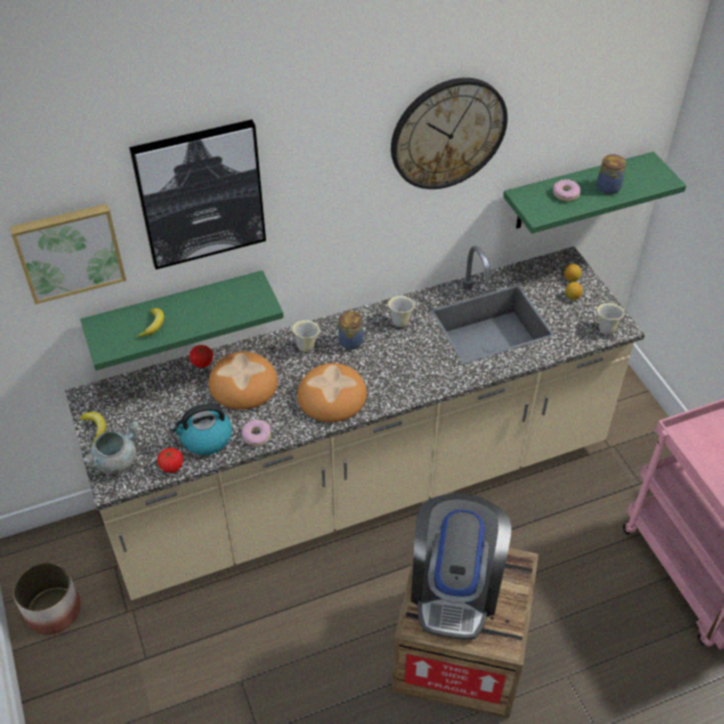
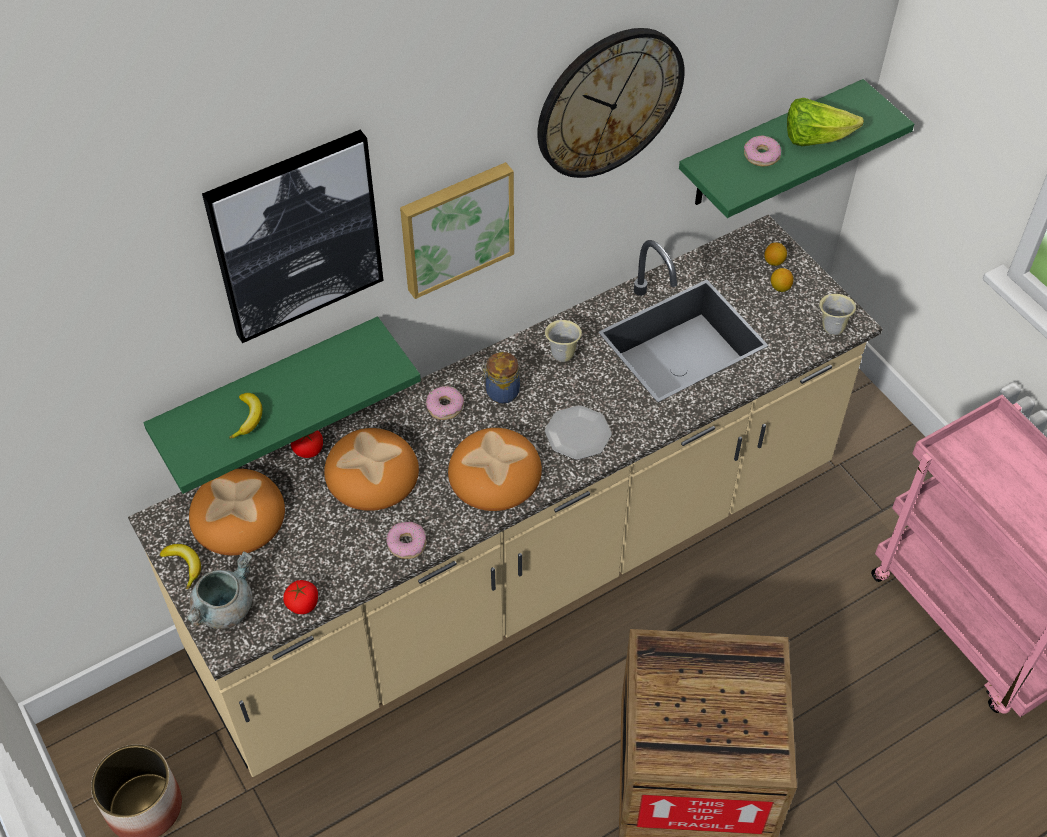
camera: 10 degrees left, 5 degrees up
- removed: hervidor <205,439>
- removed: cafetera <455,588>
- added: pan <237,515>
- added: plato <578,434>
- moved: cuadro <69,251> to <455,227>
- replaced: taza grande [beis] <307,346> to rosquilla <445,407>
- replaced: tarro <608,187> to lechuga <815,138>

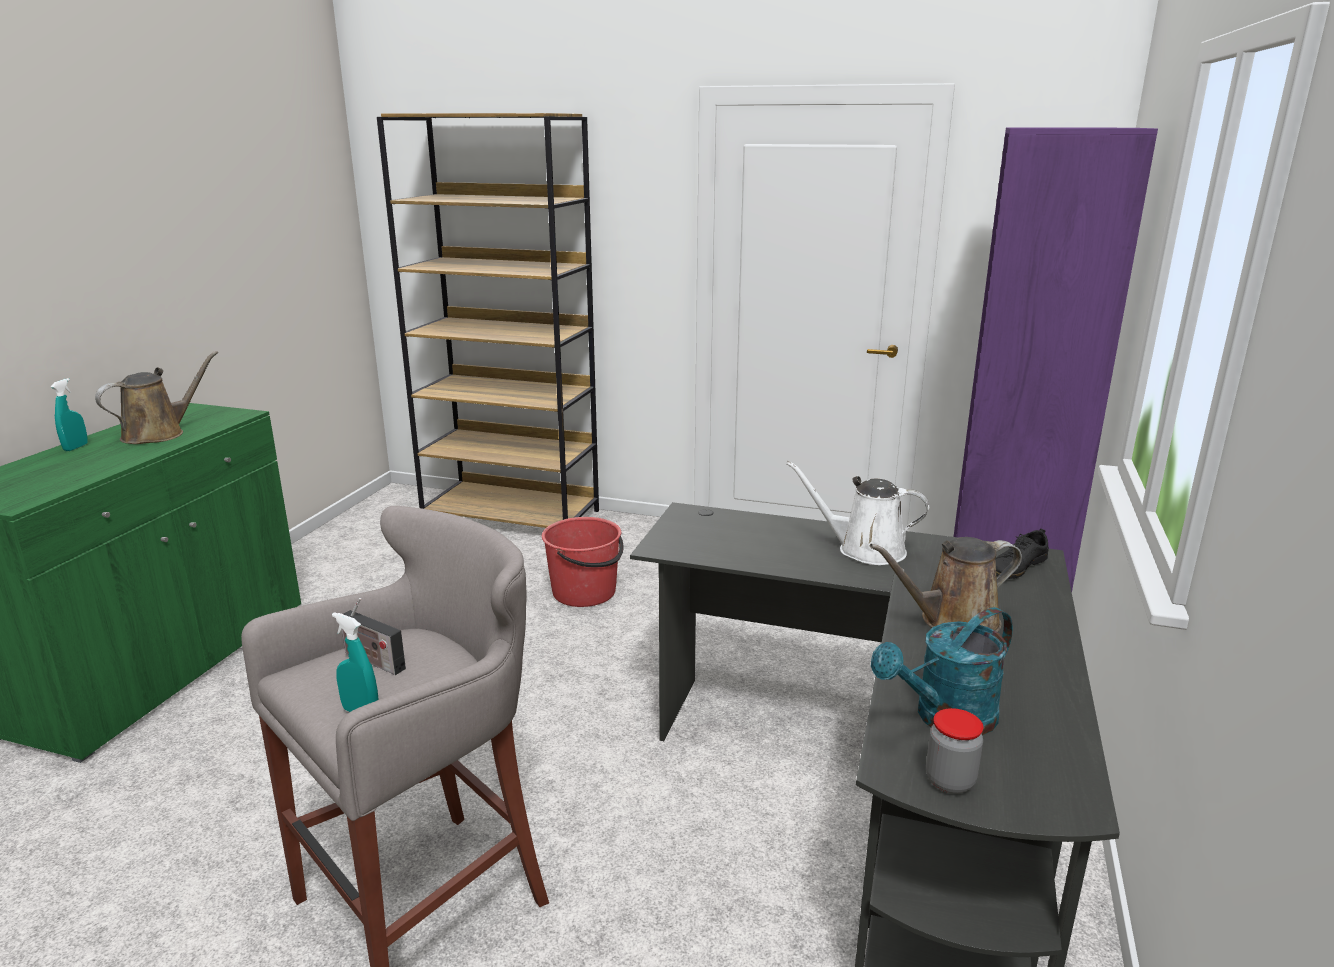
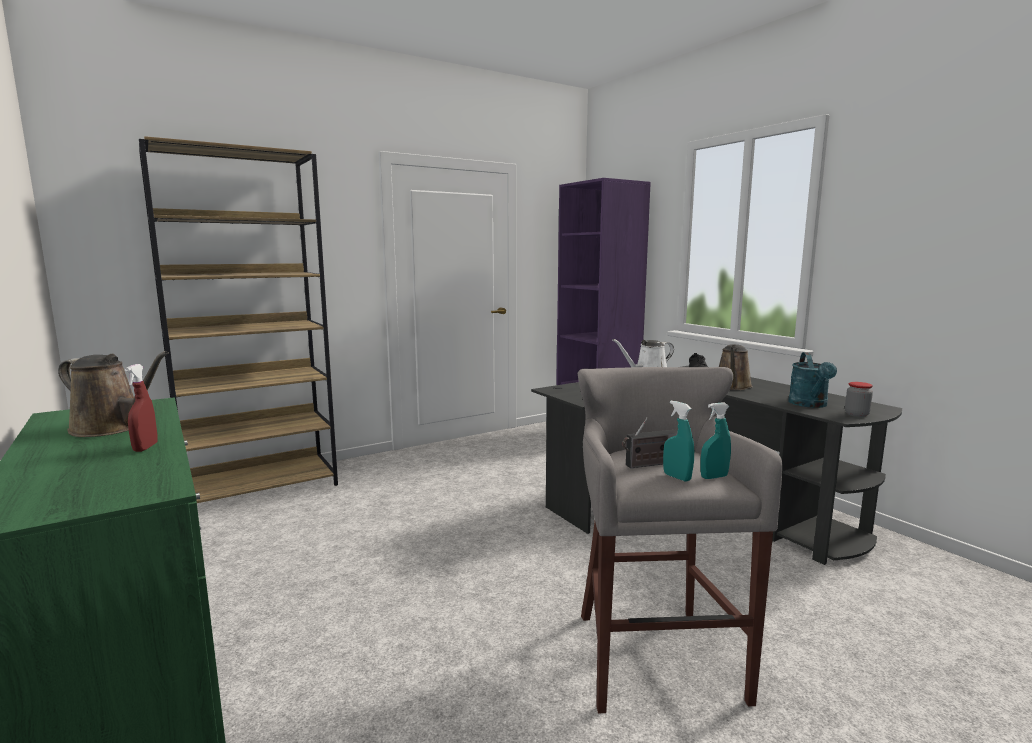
camera: 50 degrees left, 10 degrees down
- removed: cubo [rojo] <585,592>
- added: pulverizador [rojo] <145,448>
- moved: pulverizador [turquesa] <76,447> to <677,477>
- turned: regadera [marrón] <159,434> = <113,428> 120 degrees clockwise

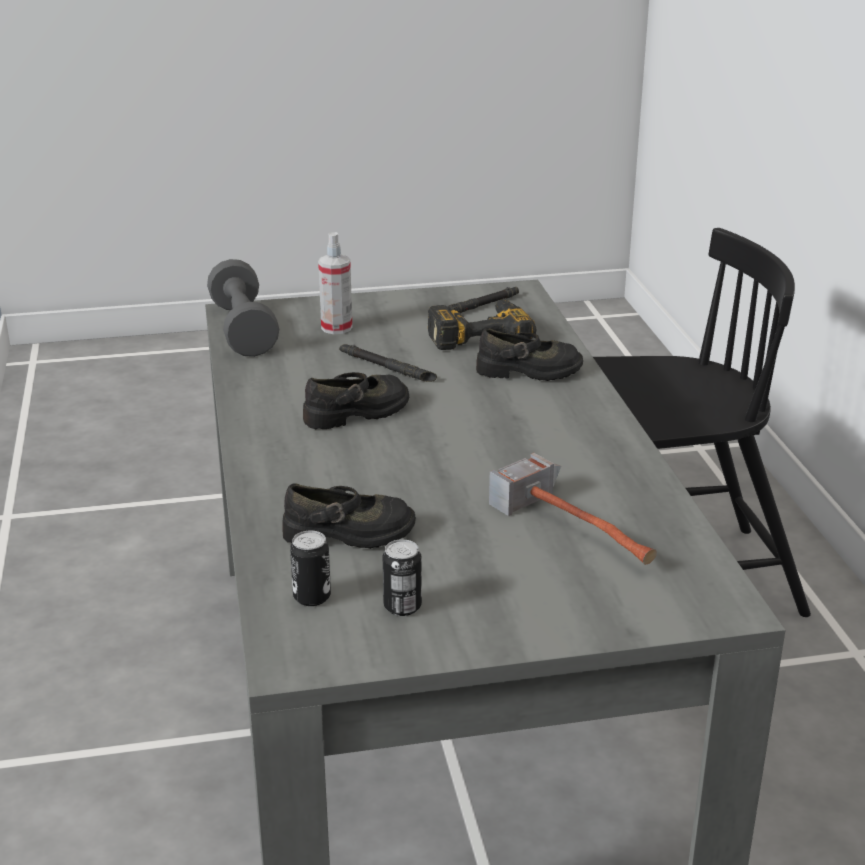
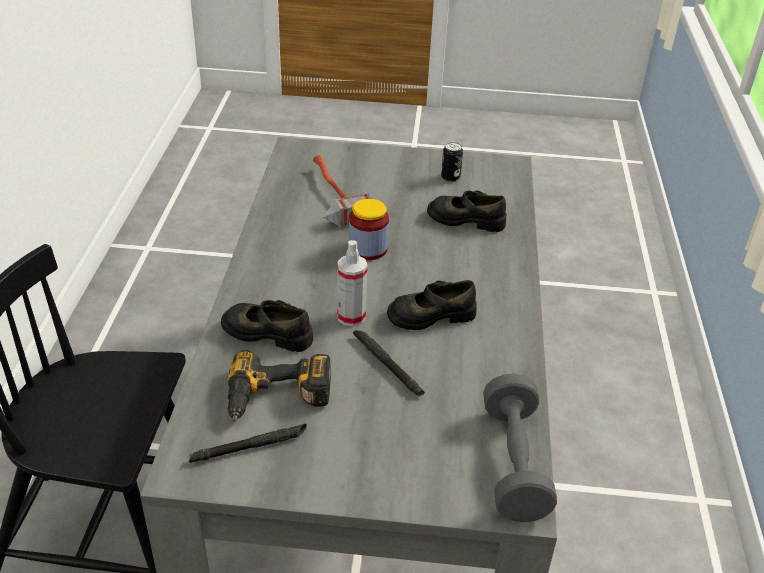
camera: 165 degrees left, 10 degrees up
- removed: lata <312,597>
- added: tarro <368,249>
- moved: pulverizador <336,328> to <351,316>

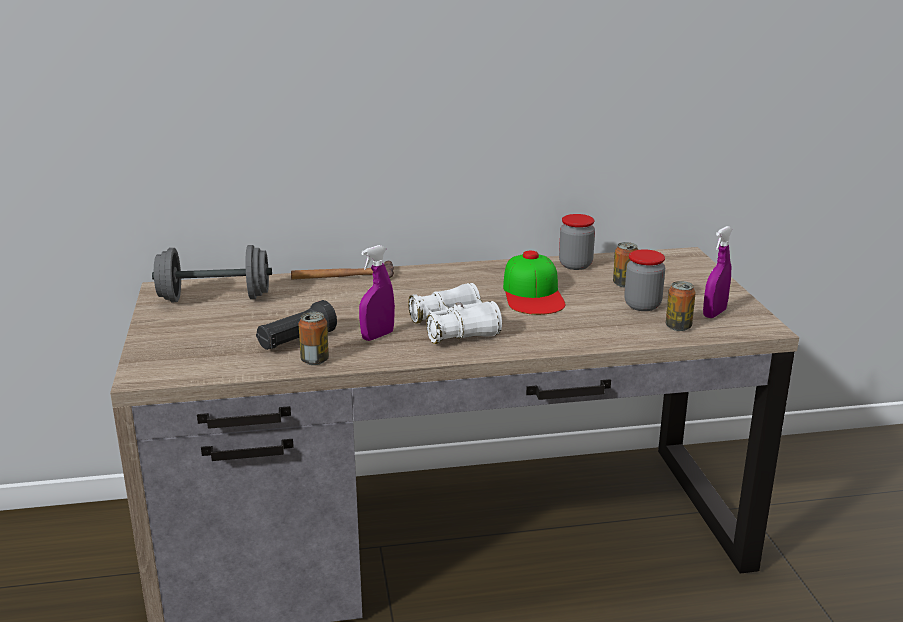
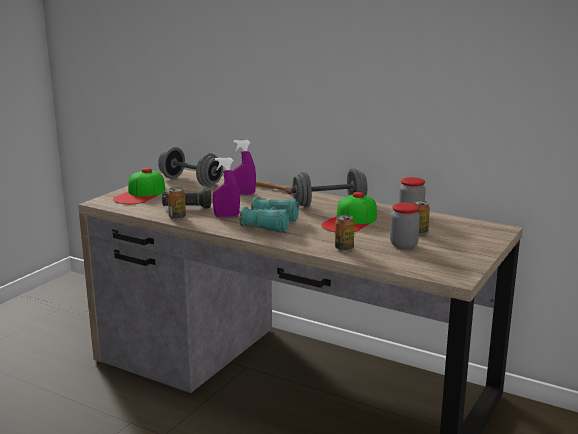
camera: 40 degrees right, 5 degrees down
- added: gorra <140,194>
- added: mancuerna [gris] <329,204>
- moved: lata <678,327> to <344,248>
- moved: pulverizador [morado] <714,313> to <244,194>
- recoloured: prismáticos [blanco] <454,329> to prismáticos [turquesa] <270,224>

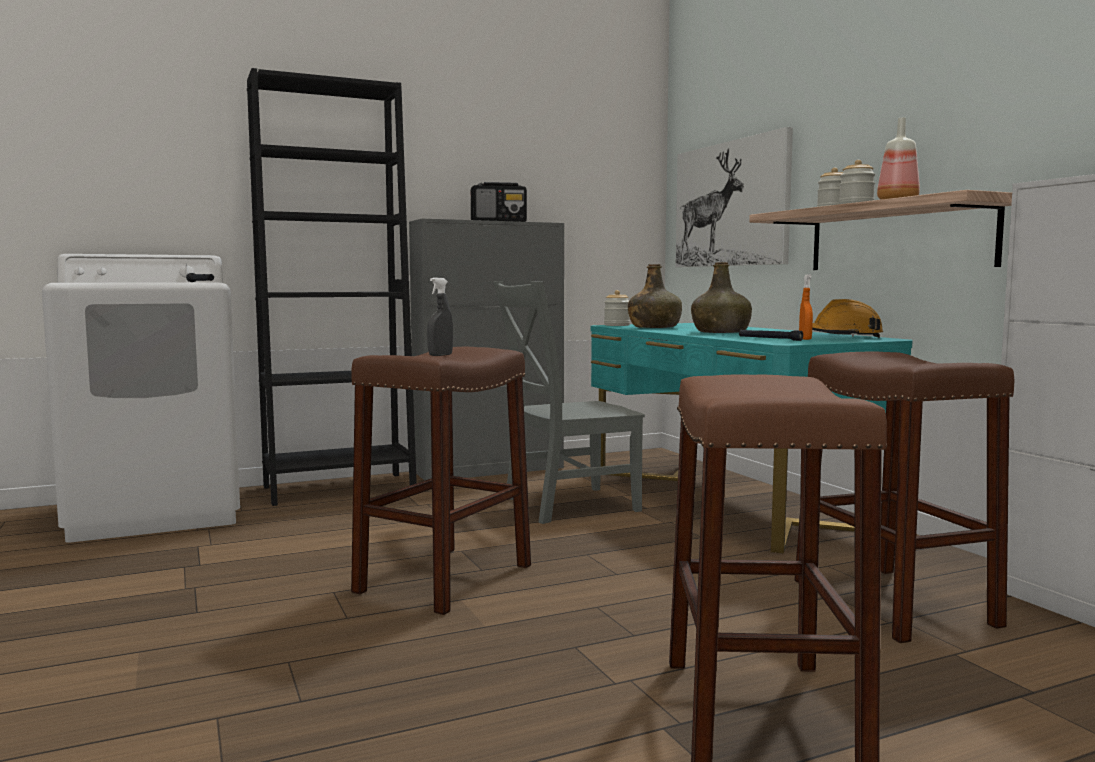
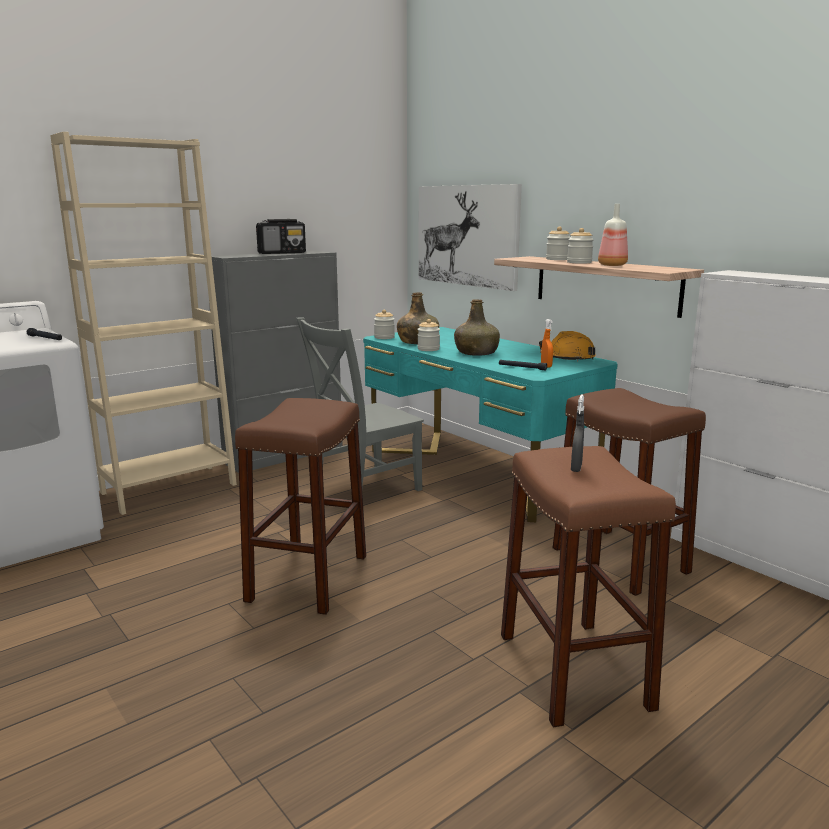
camera: 15 degrees left, 10 degrees up
- added: tarro <428,349>
- moved: pulverizador [gris] <440,355> to <576,468>
- recoloured: estantería [negro] <339,488> to estantería [beis] <169,488>

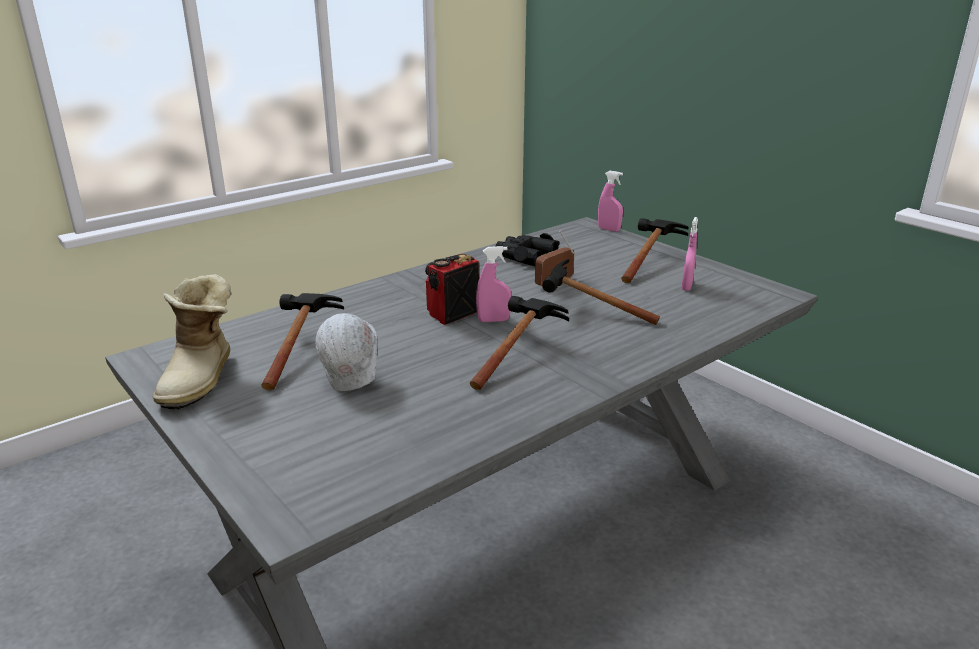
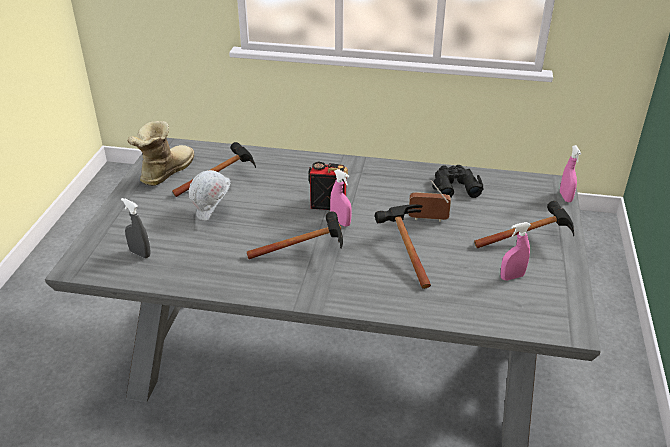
camera: 50 degrees right, 10 degrees up
- added: pulverizador [gris] <140,253>
- turned: bota <202,378> = <164,172> 150 degrees clockwise

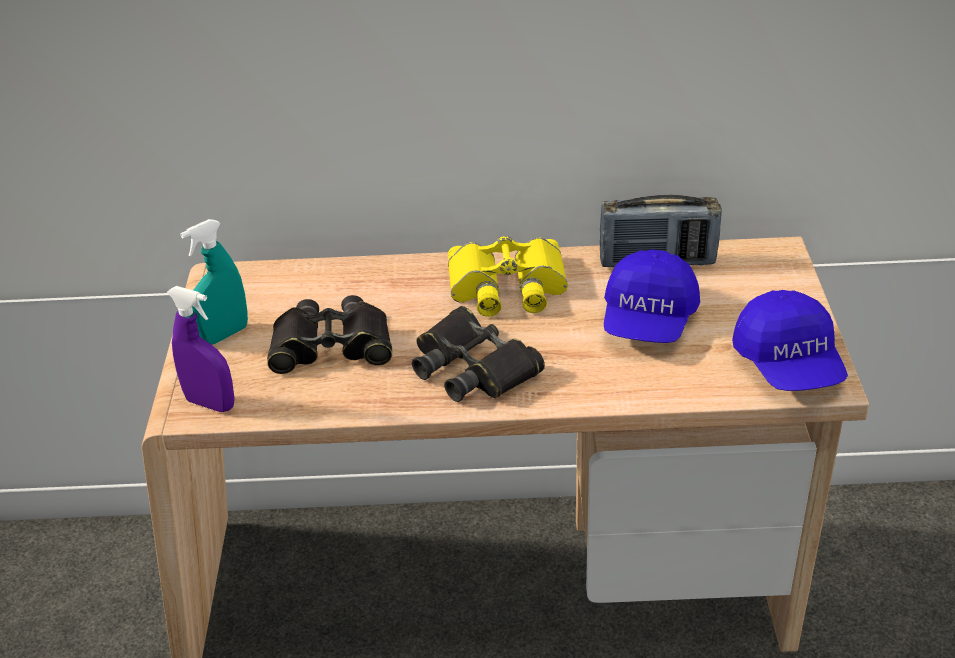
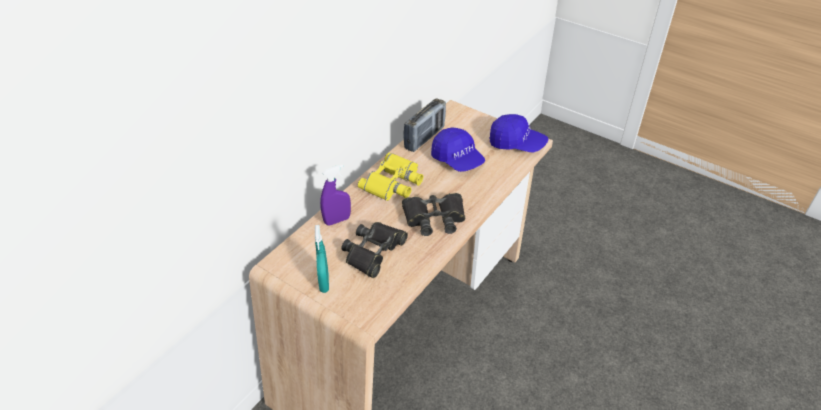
camera: 55 degrees left, 5 degrees up
- moved: pulverizador [morado] <210,403> to <337,220>

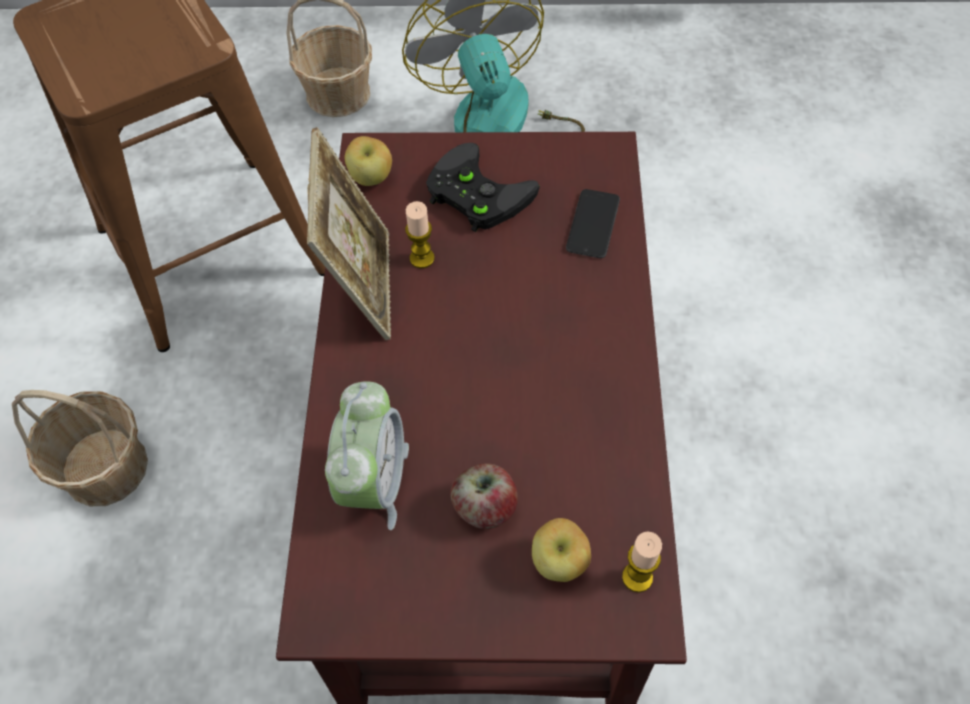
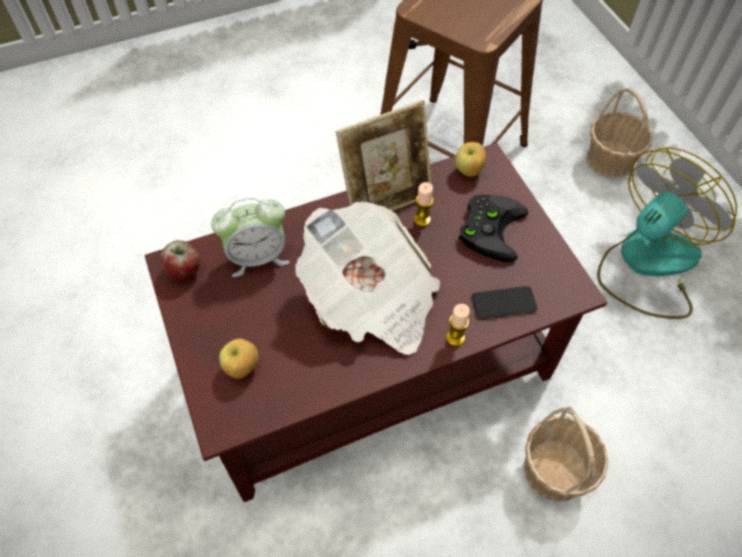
camera: 65 degrees right, 0 degrees up
- added: periódico <371,299>
- moved: cesta <105,467> to <555,469>
- moved: manzana <485,508> to <184,270>
- moved: vela <637,577> to <455,337>

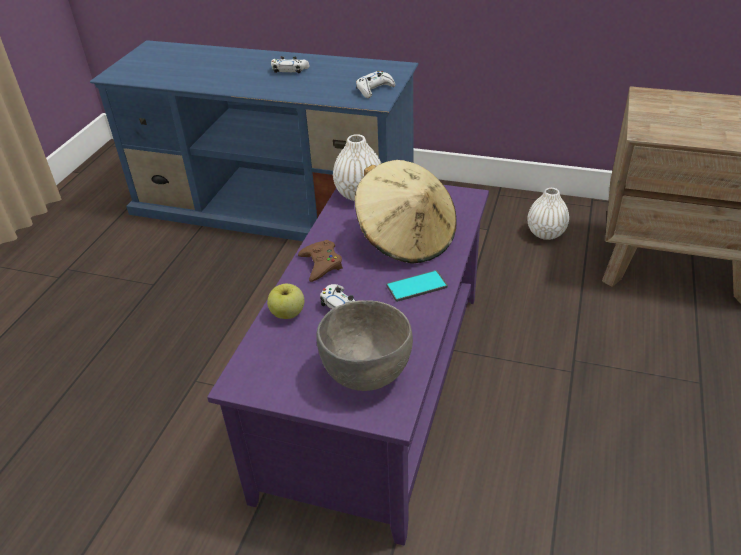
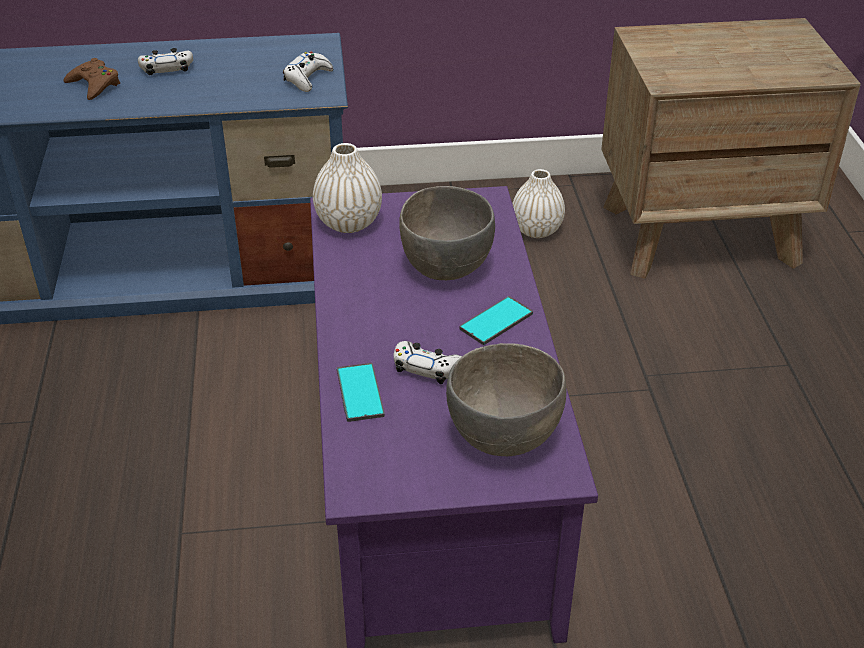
camera: 25 degrees left, 0 degrees up
- moved: mando de consola [marrón] <321,264> to <94,85>
- replaced: manzana <288,314> to móvil <360,393>
- replaced: sombrero [beis] <406,238> to cuenco [gris] <446,266>

